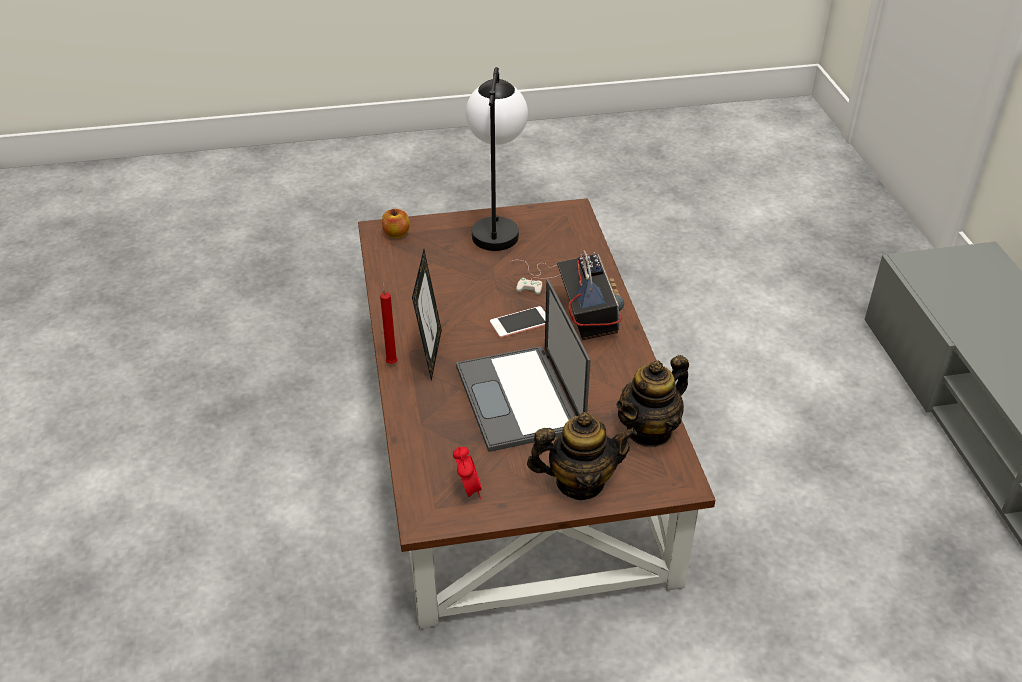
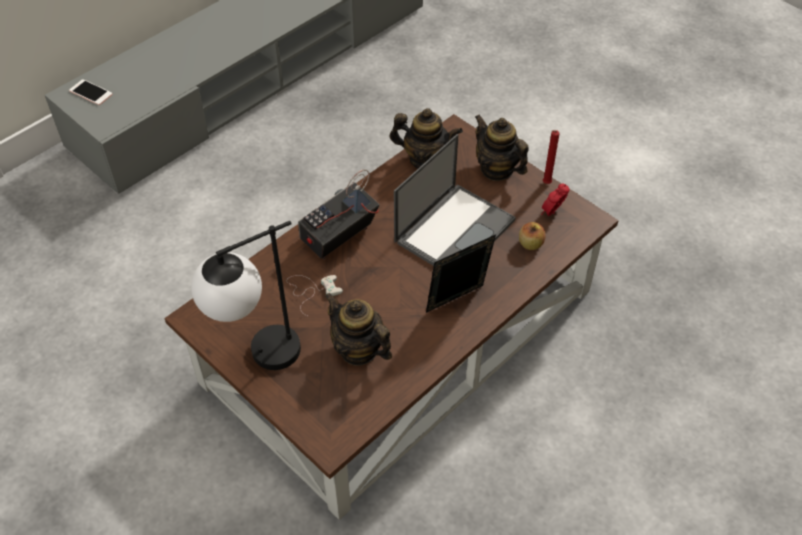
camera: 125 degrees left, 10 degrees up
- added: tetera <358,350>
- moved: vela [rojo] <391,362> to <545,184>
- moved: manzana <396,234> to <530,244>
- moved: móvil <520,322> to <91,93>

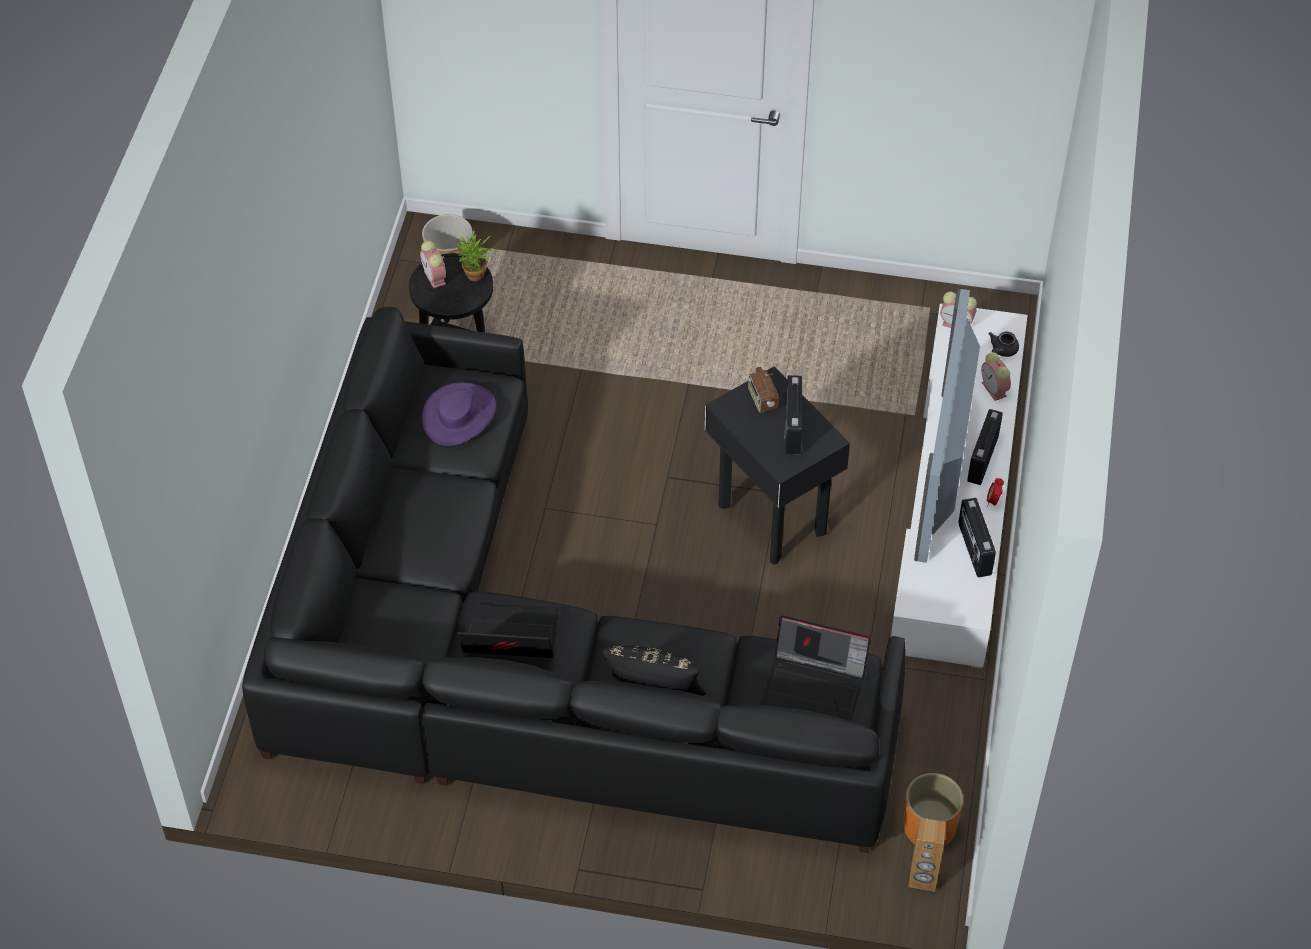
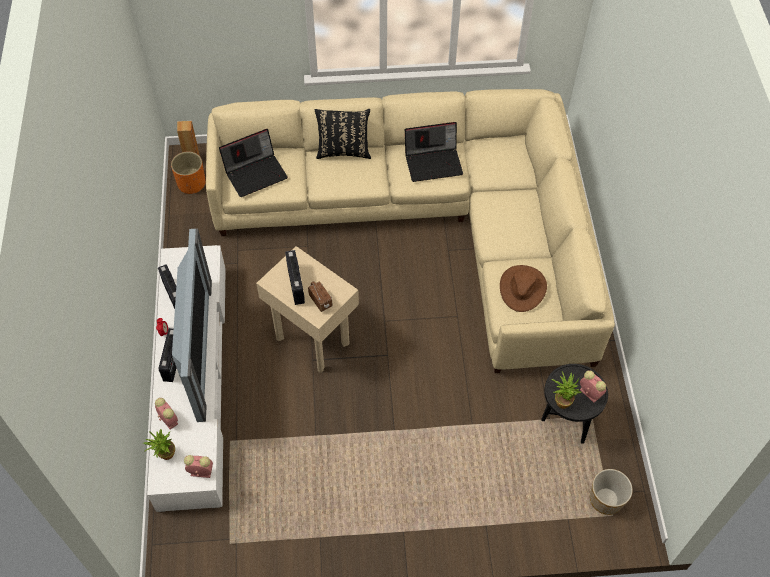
camera: 165 degrees right, 5 degrees up
- replaced: tetera [gris] <1002,351> to planta en maceta <164,455>
- recoloured: sofá [negro] <526,659> to sofá [beis] <432,223>
- recoloured: sombrero [morado] <459,415> to sombrero [marrón] <522,288>
- recoloured: mesa auxiliar [negro] <771,519> to mesa auxiliar [beis] <313,340>
- turned: portátil <815,687> = <256,173> 150 degrees clockwise

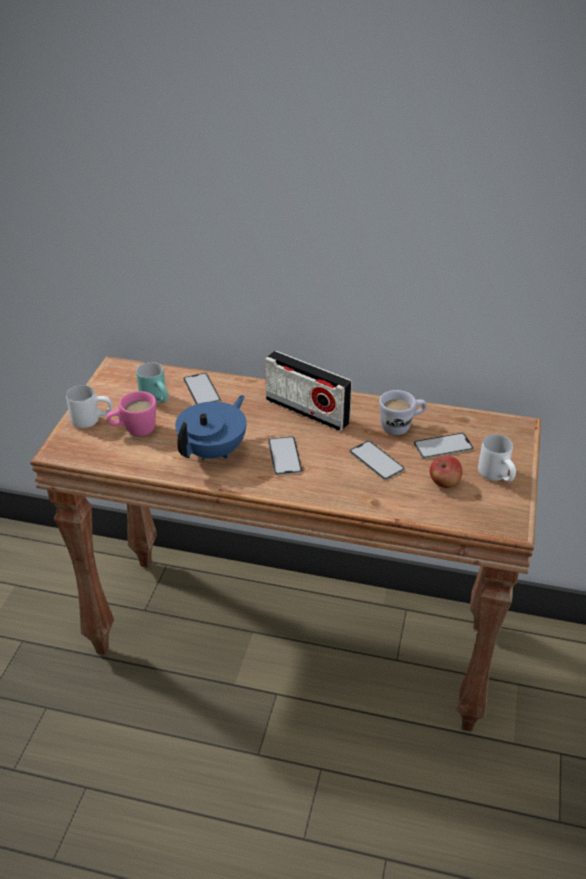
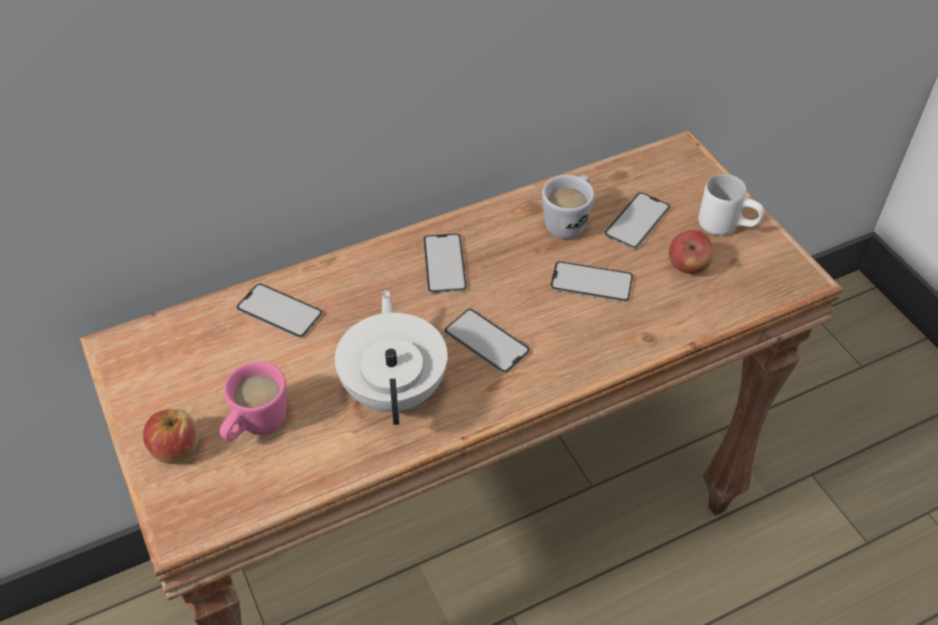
camera: 40 degrees left, 10 degrees up
- removed: taza grande [turquesa] <158,400>
- replaced: taza grande [blanco] <92,419> to manzana <176,448>
- replaced: radio <307,411> to móvil <444,263>
- recoloured: tetera [azul] <214,451> to tetera [blanco] <395,389>

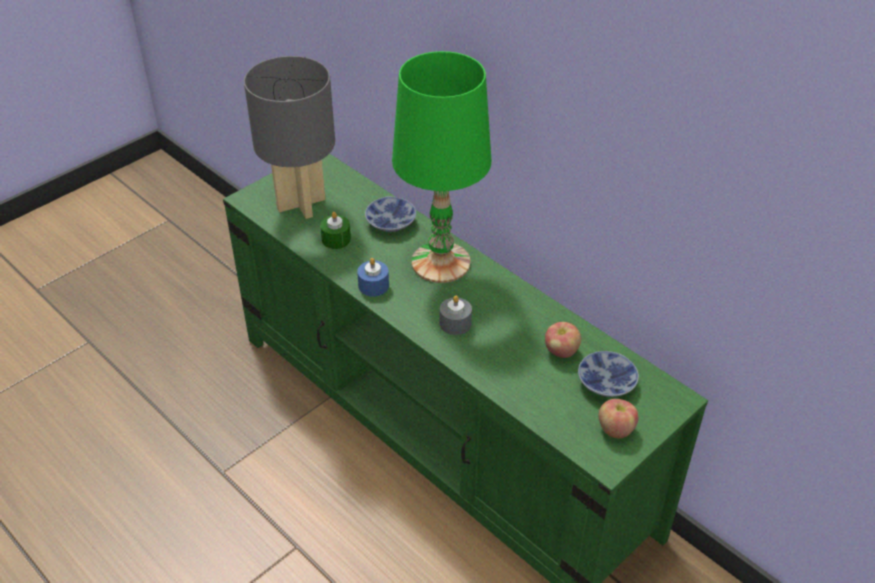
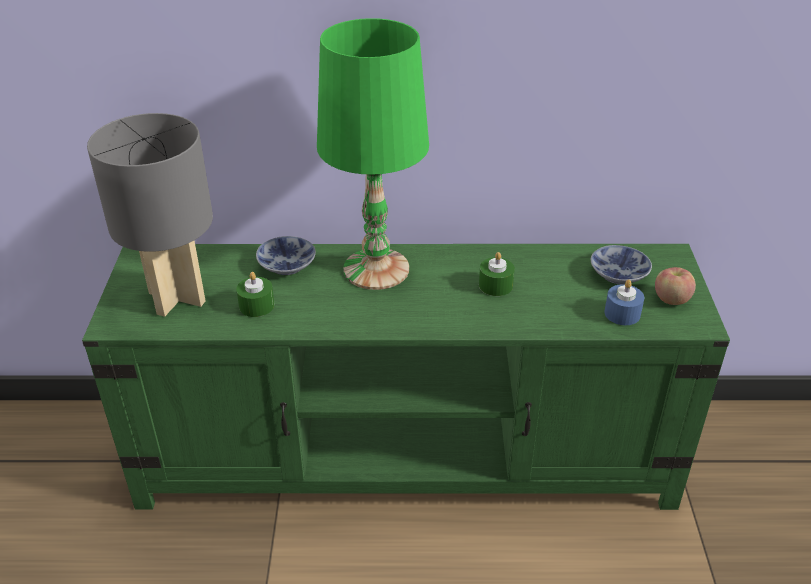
camera: 45 degrees left, 5 degrees down
- removed: vela [gris] <455,323>
- removed: manzana <561,351>
- added: vela [verde] <495,285>
- moved: vela [azul] <373,285> to <622,313>

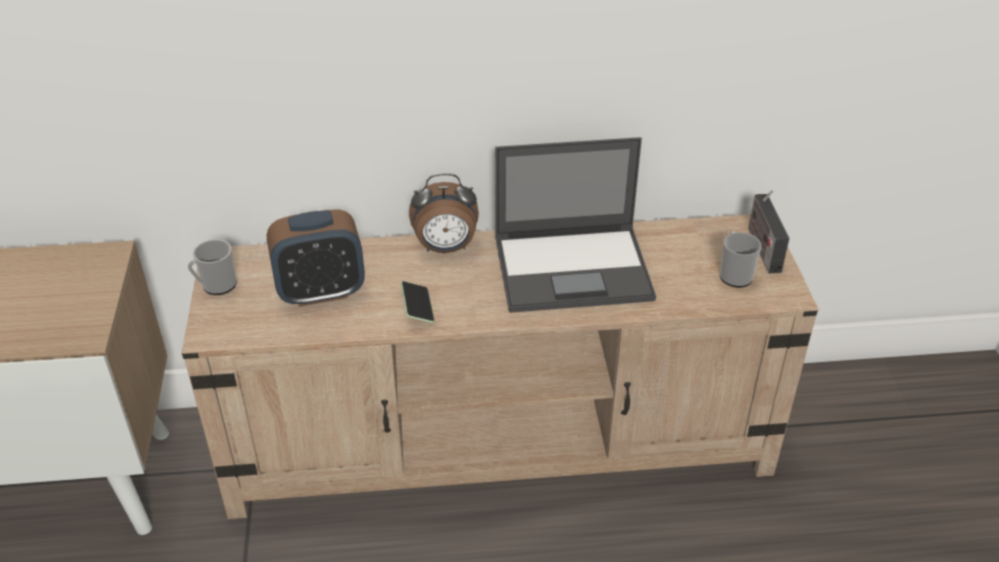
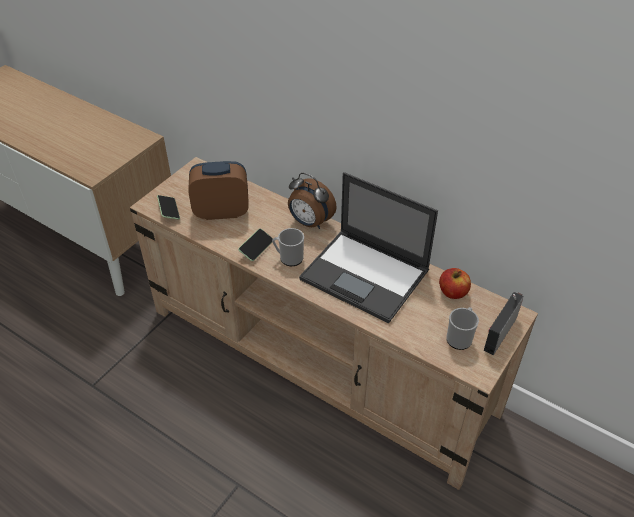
camera: 40 degrees right, 5 degrees up
- added: móvil <169,211>
- added: manzana <453,292>
- moved: taza grande <215,286> to <288,258>
- turned: despertador <321,292> = <221,212> 150 degrees clockwise

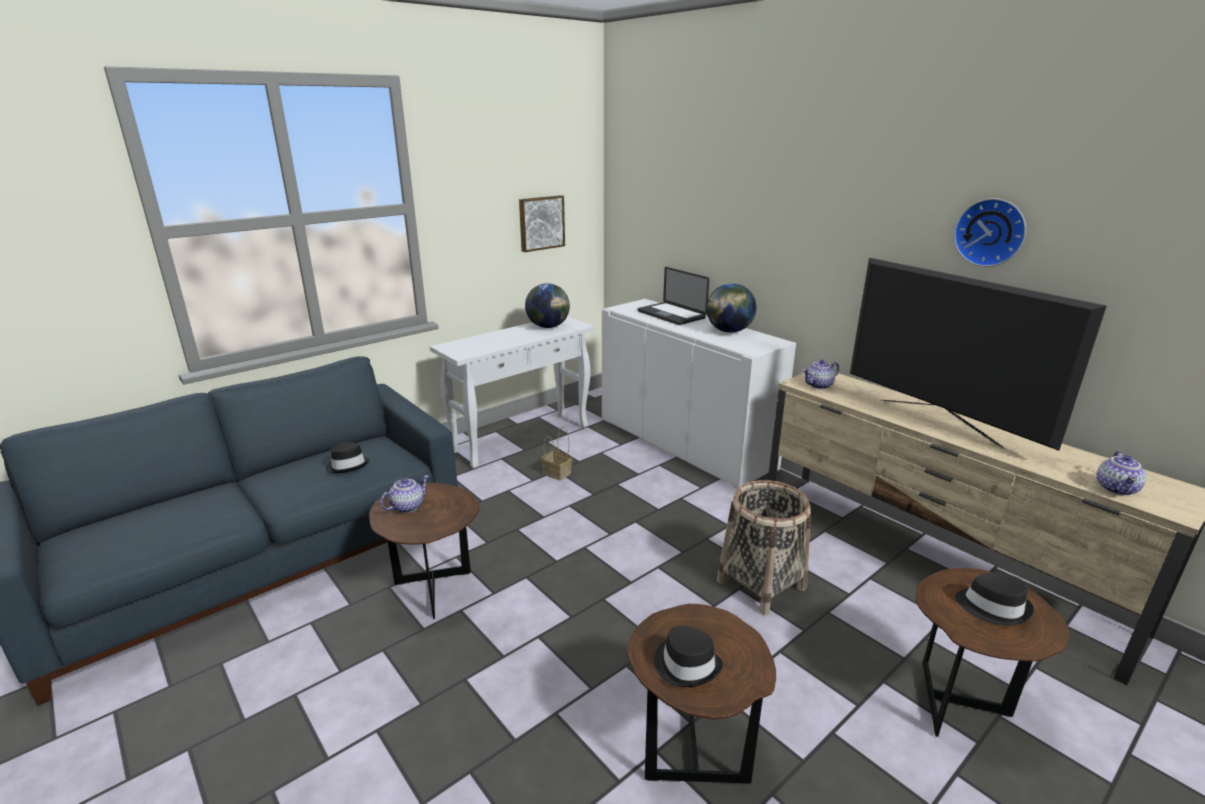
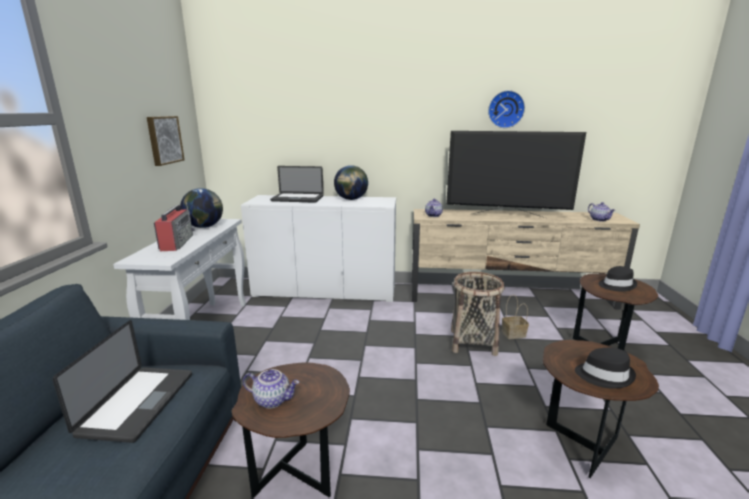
camera: 45 degrees left, 5 degrees down
- added: radio <177,242>
- moved: cesta <558,473> to <514,334>
- replaced: sombrero [negro] <348,465> to portátil <138,403>
- turned: tetera <407,506> = <273,399> 105 degrees clockwise

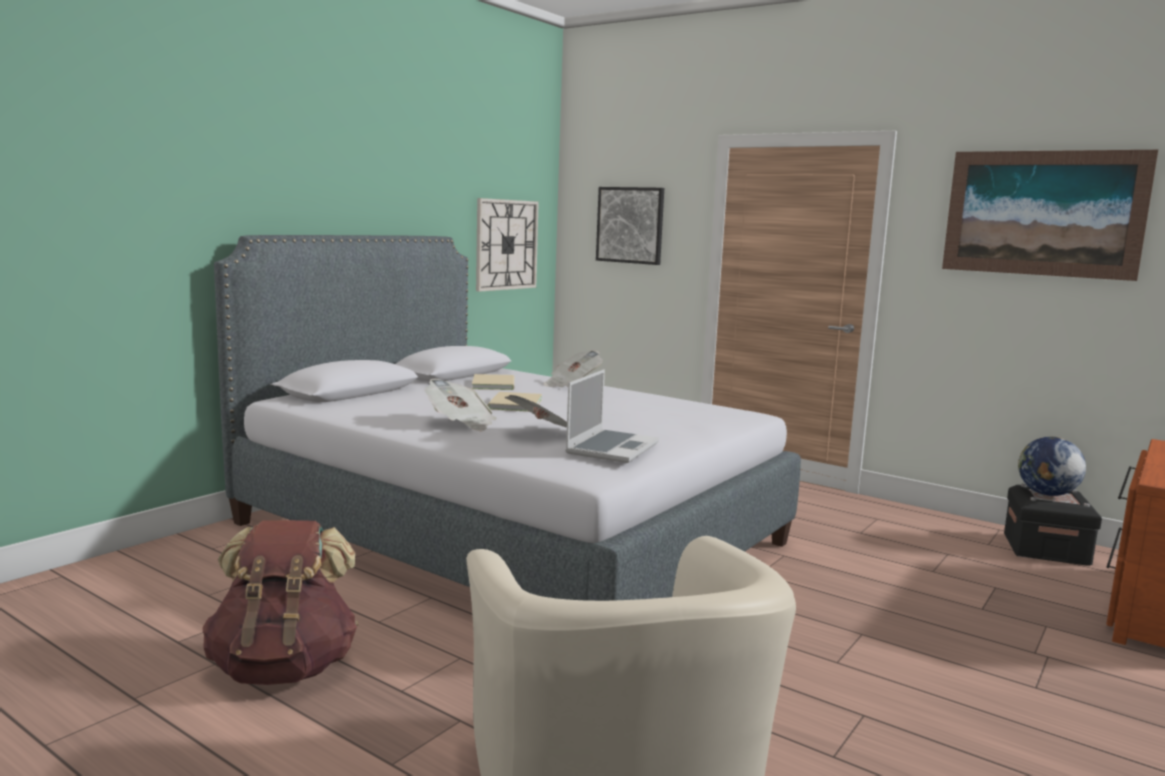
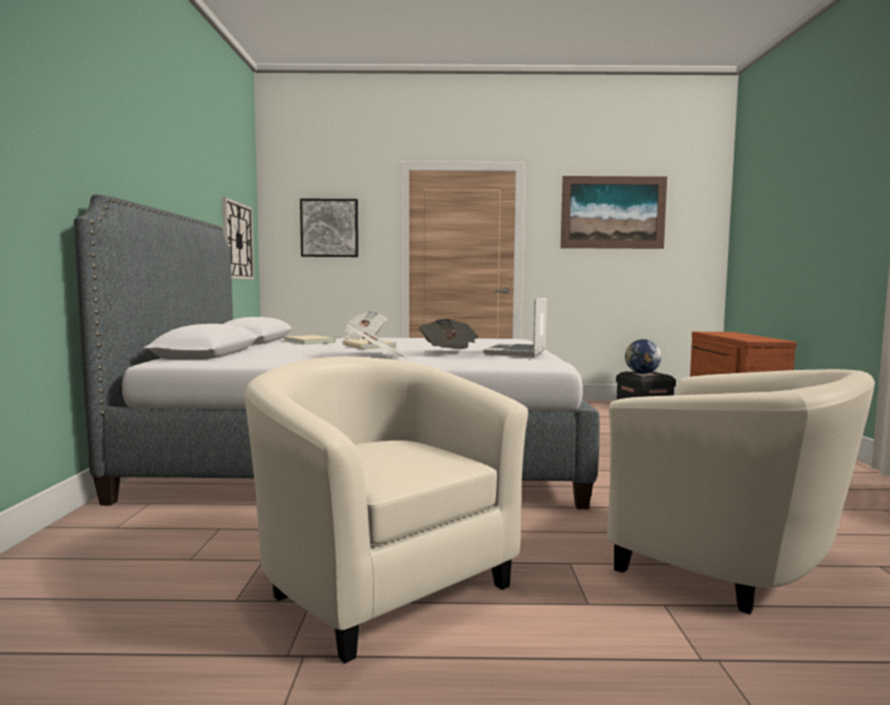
camera: 35 degrees left, 5 degrees down
- replaced: mochila [marrón] <284,668> to sillón [beis] <379,581>
- turned: portátil <612,448> = <517,352> 150 degrees counterclockwise

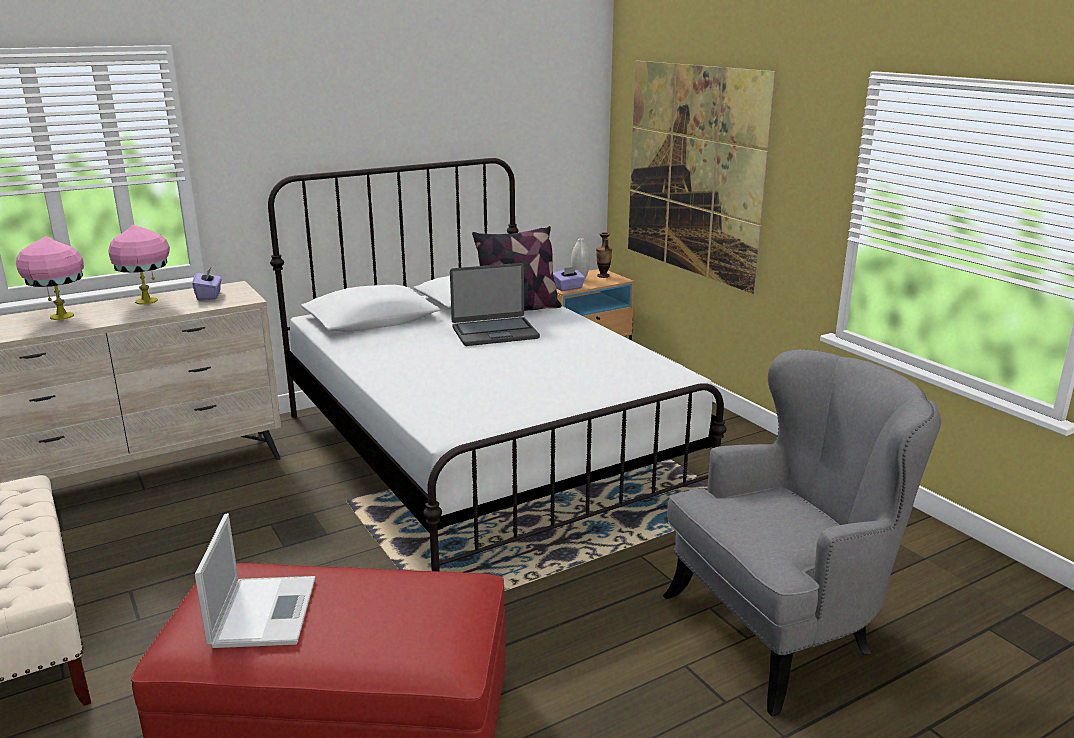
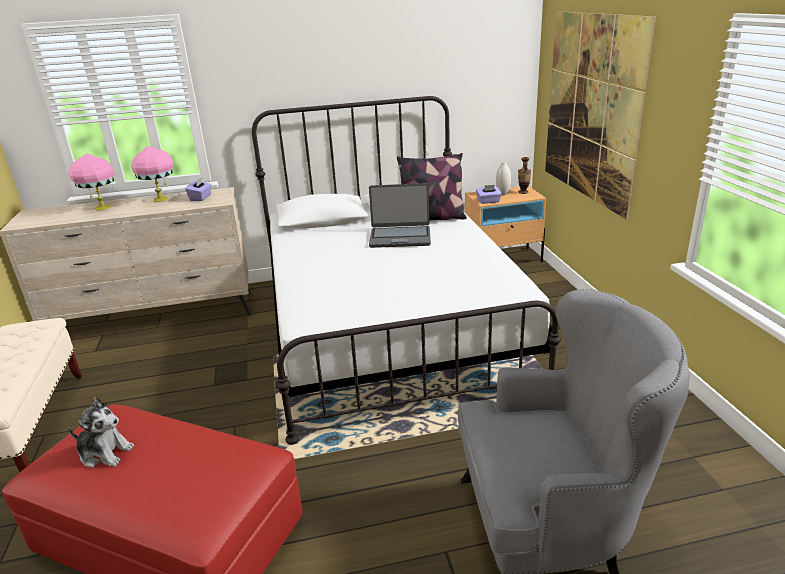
camera: 20 degrees right, 5 degrees up
- replaced: portátil <264,610> to peluche <105,453>

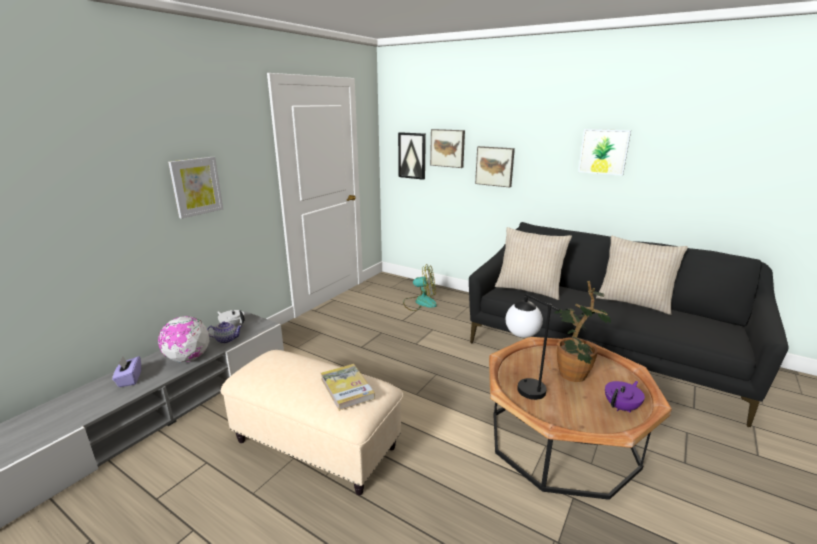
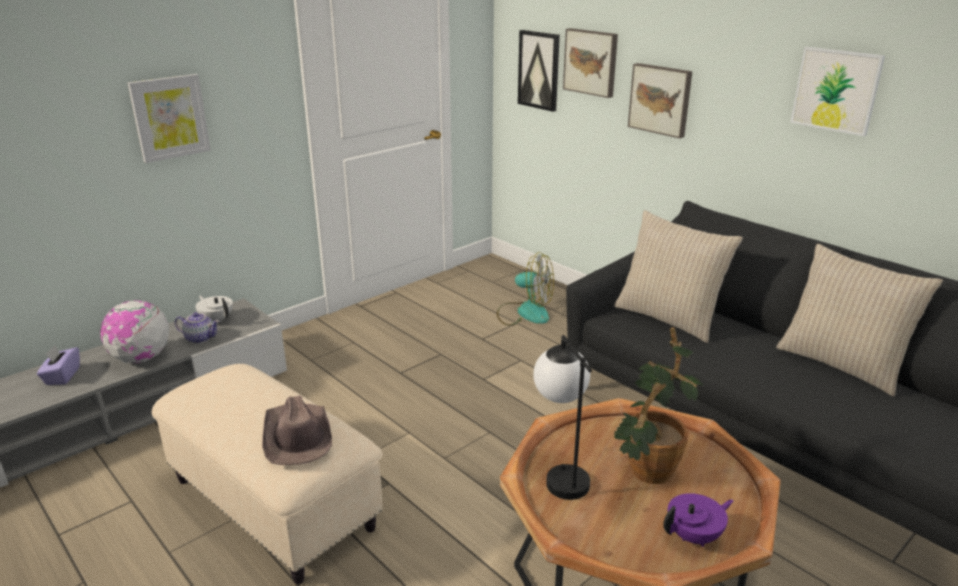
camera: 15 degrees right, 5 degrees up
- replaced: libro <347,388> to sombrero [marrón] <297,436>

